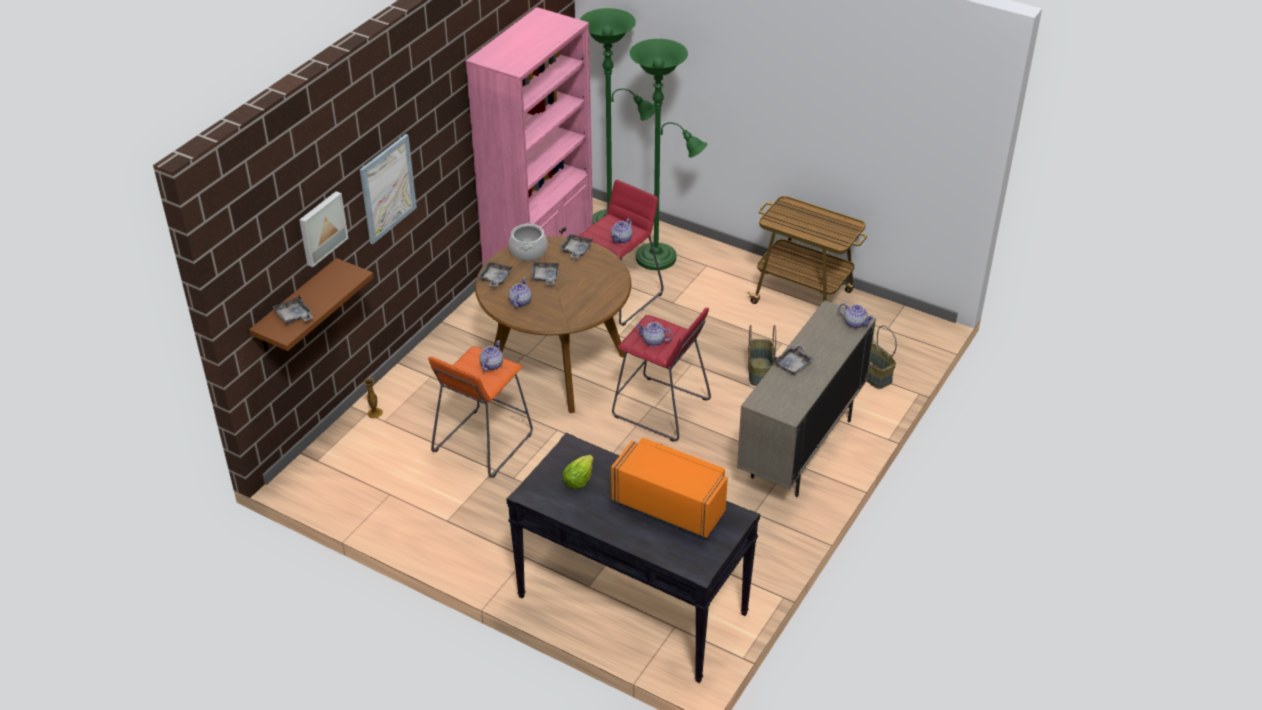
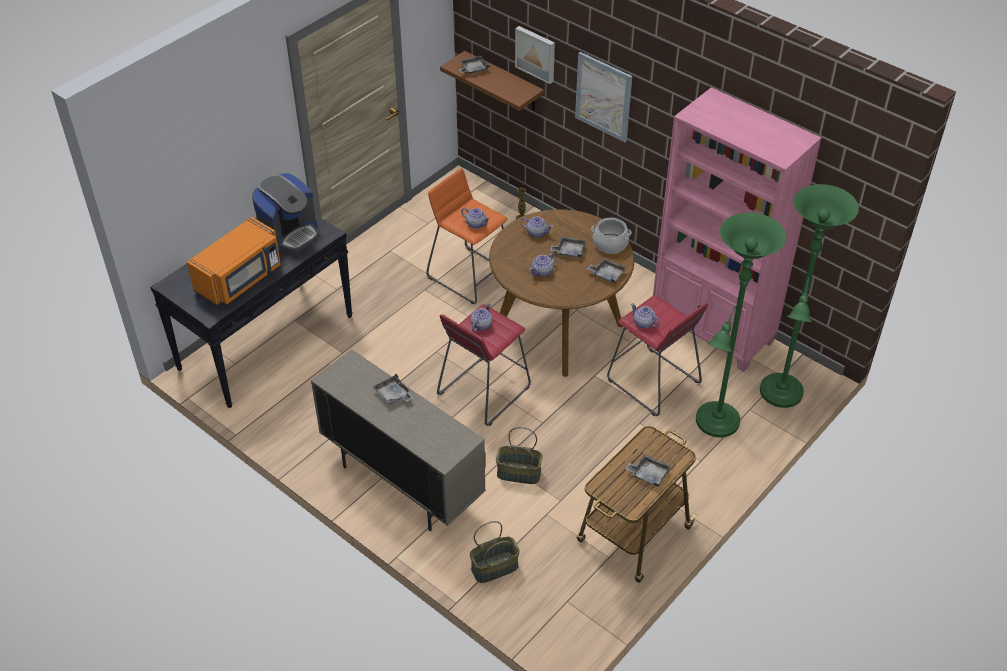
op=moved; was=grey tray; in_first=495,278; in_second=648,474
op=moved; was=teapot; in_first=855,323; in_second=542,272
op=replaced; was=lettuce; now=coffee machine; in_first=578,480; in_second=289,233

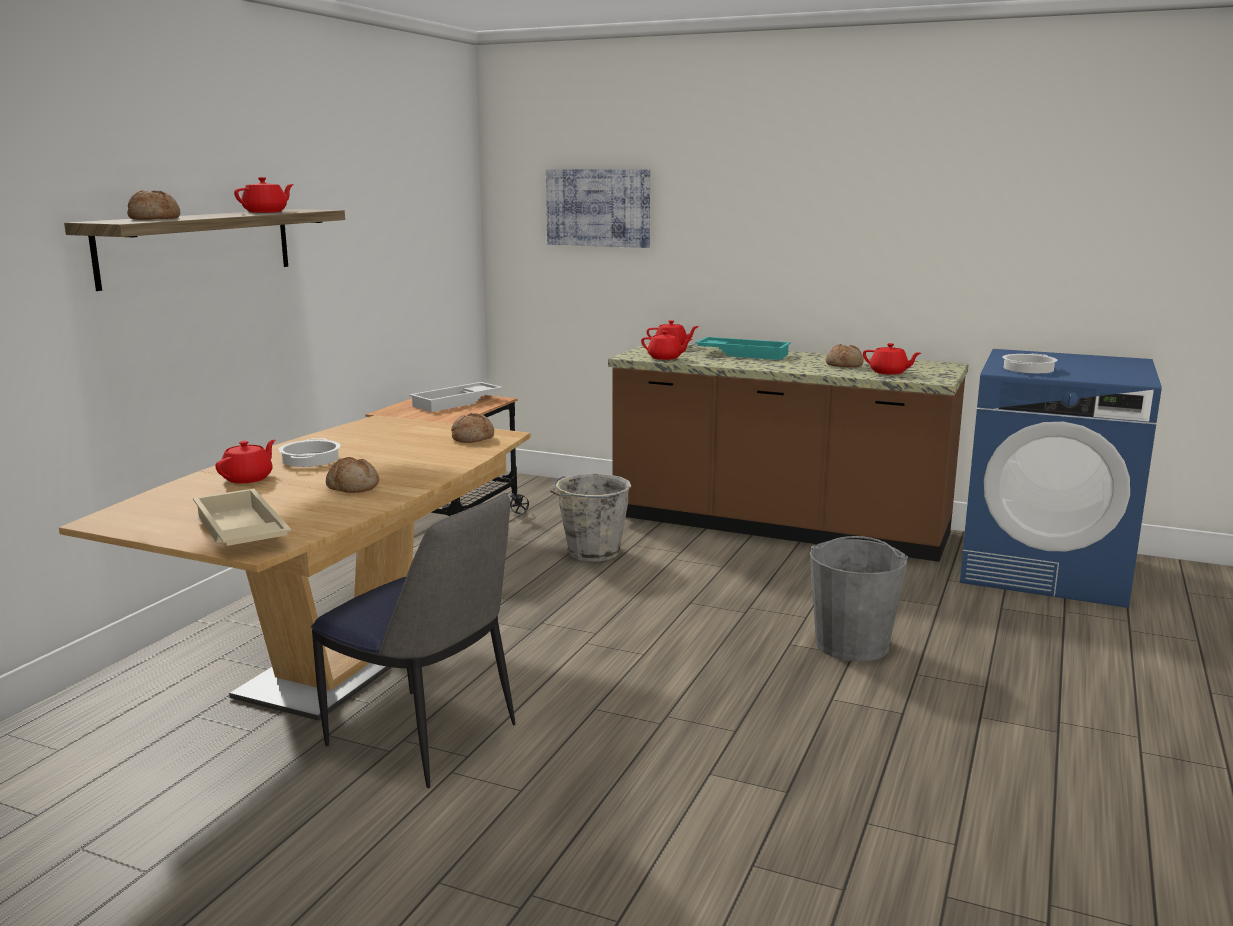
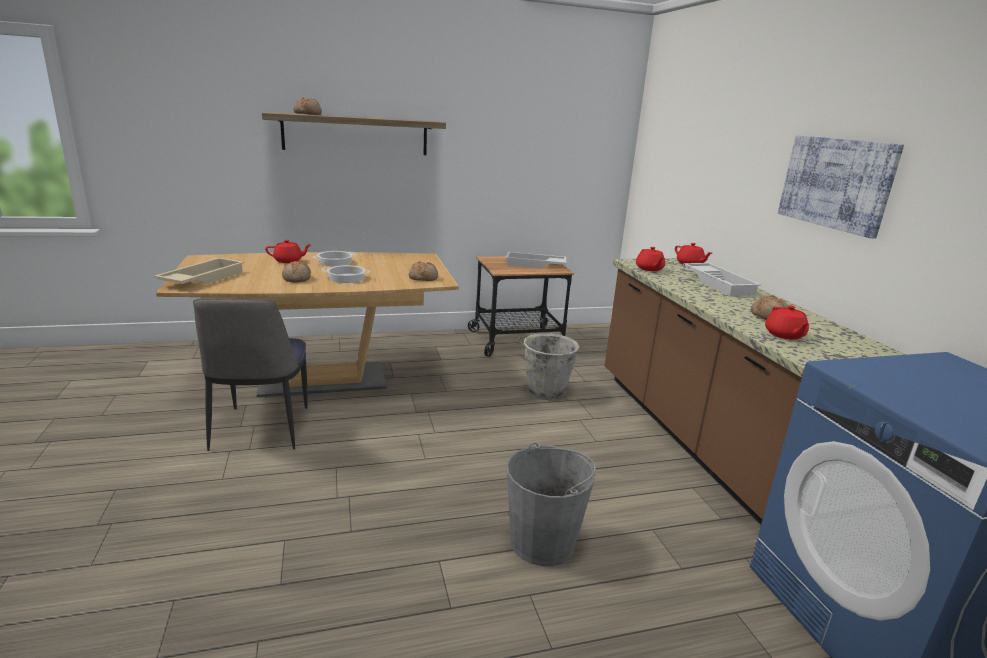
op=moved; was=picture; in_first=598,207; in_second=836,183
op=removed; was=red teapot; in_first=266,212
op=recoloured; was=turquoise tray; now=white tray; in_first=743,354; in_second=719,284
op=moved; was=cooking pot; in_first=1028,369; in_second=346,278

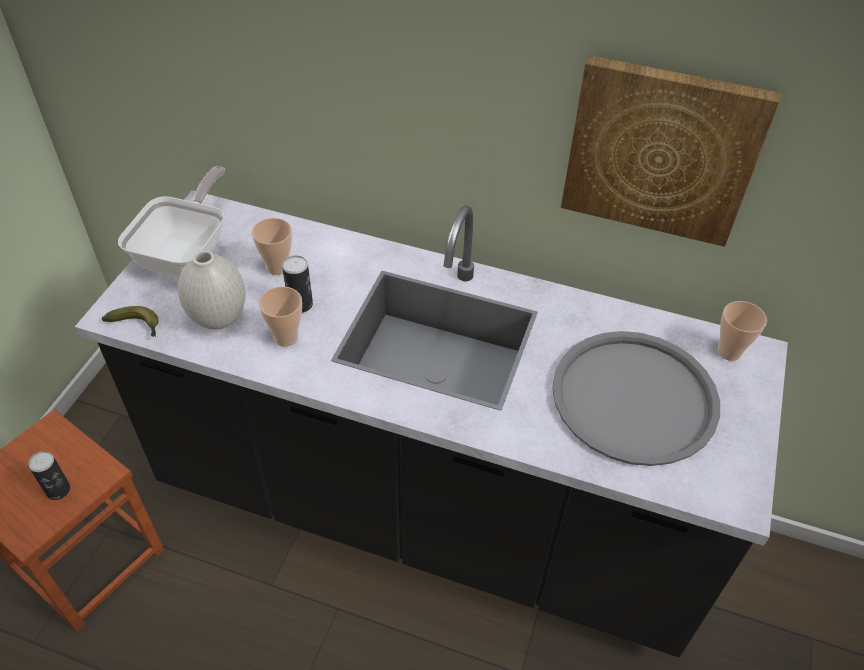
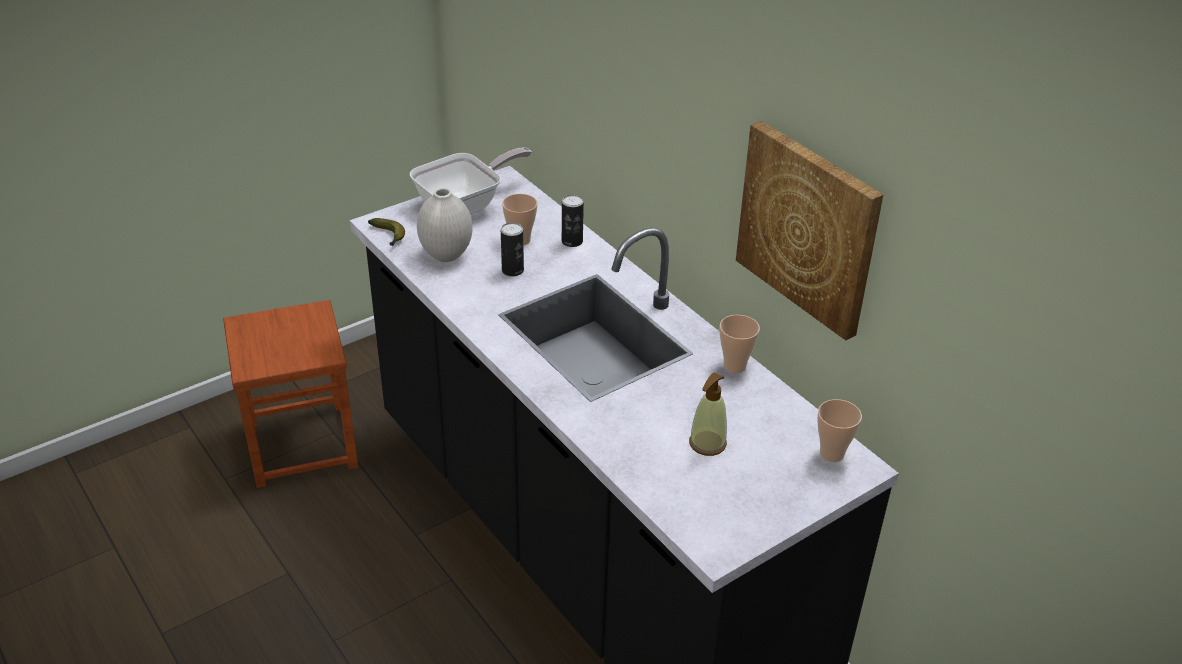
op=moved; was=cup; in_first=286,338; in_second=734,366
op=replaced; was=grey tray; now=soap dispenser; in_first=634,398; in_second=707,443
op=moved; was=can; in_first=58,490; in_second=572,241

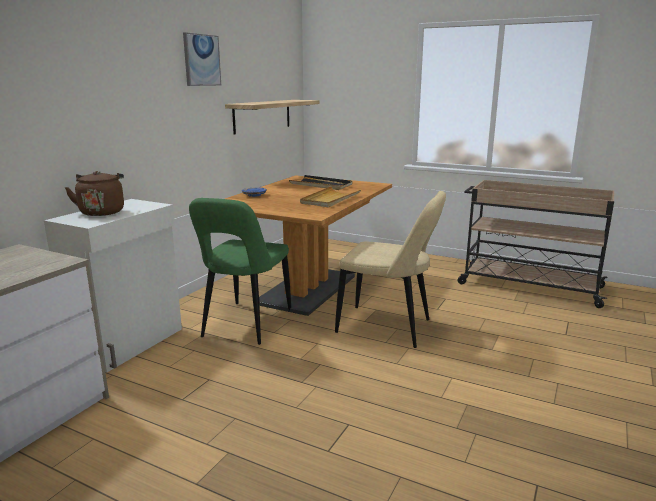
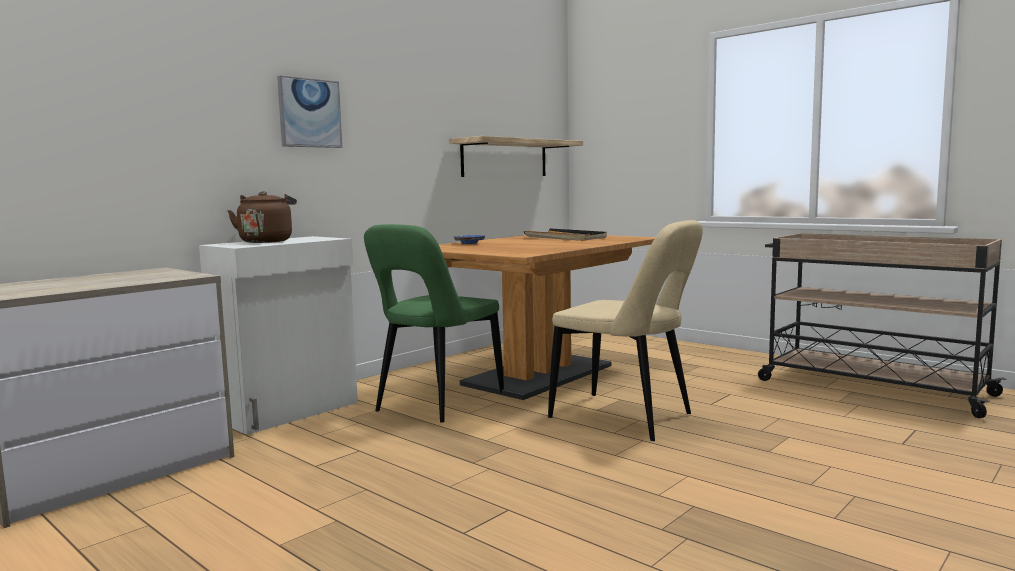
op=moved; was=picture; in_first=201,60; in_second=309,113
op=removed; was=beige tray; in_first=330,199

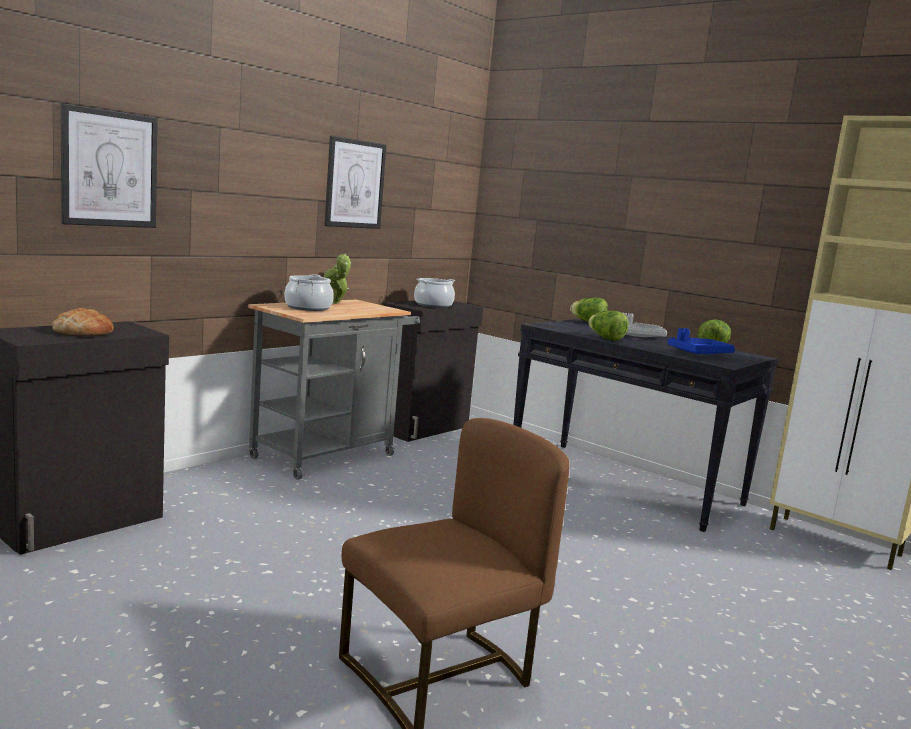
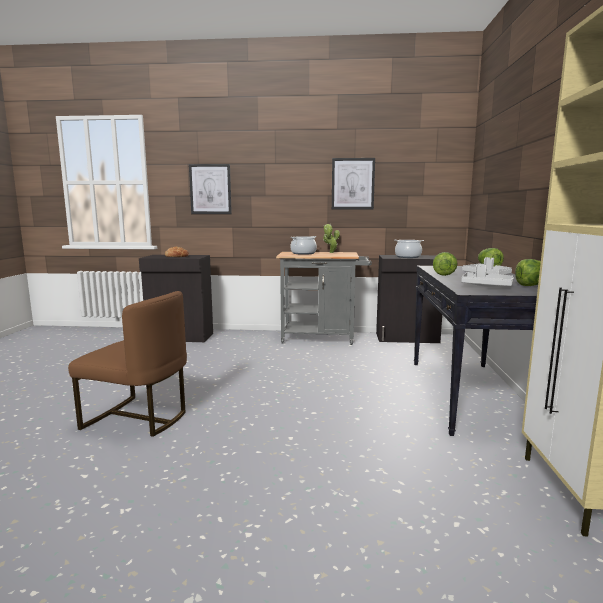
op=recoloured; was=blue tray; now=grey tray; in_first=699,353; in_second=486,286

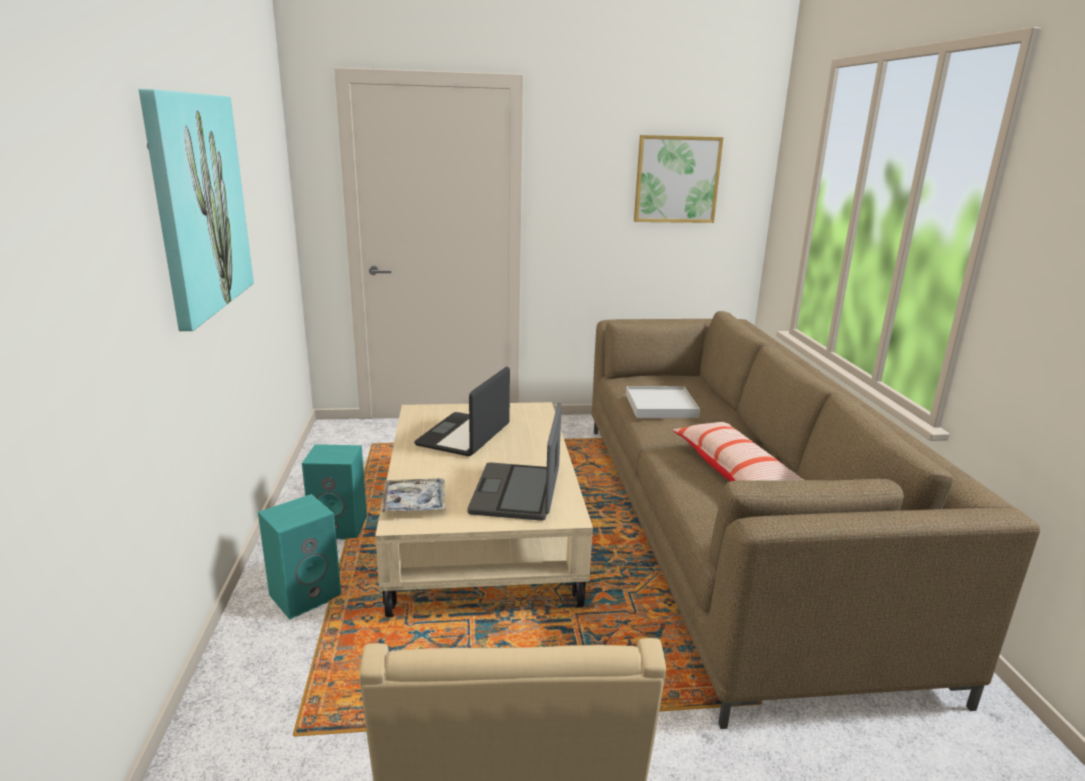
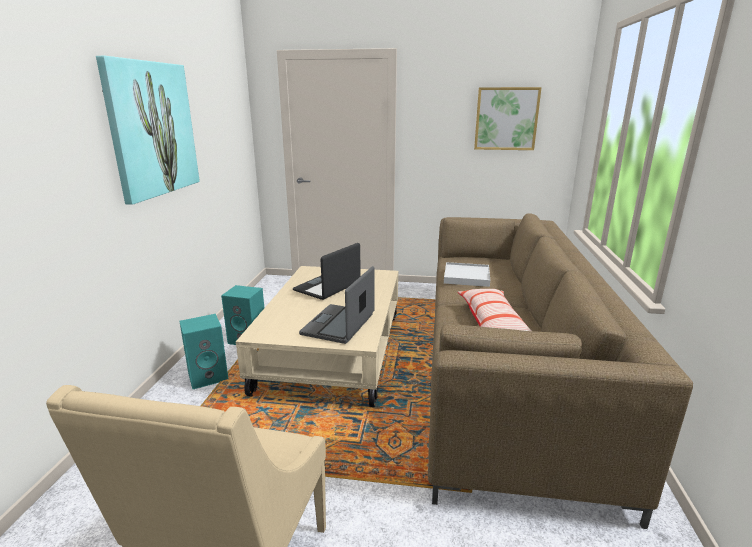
op=removed; was=tray; in_first=414,503

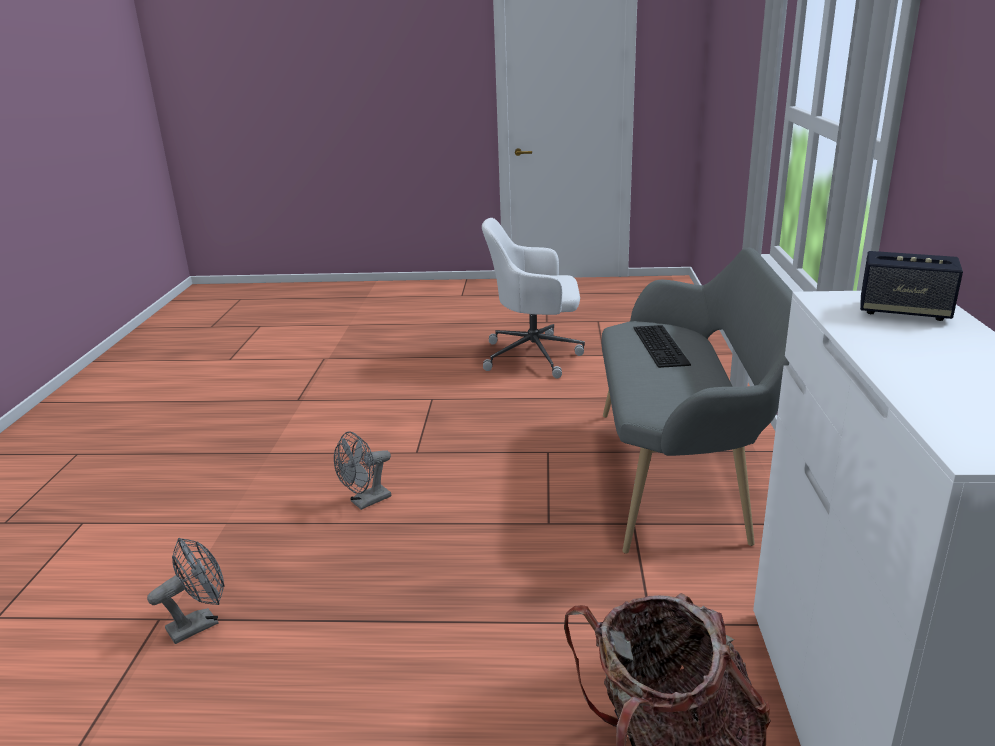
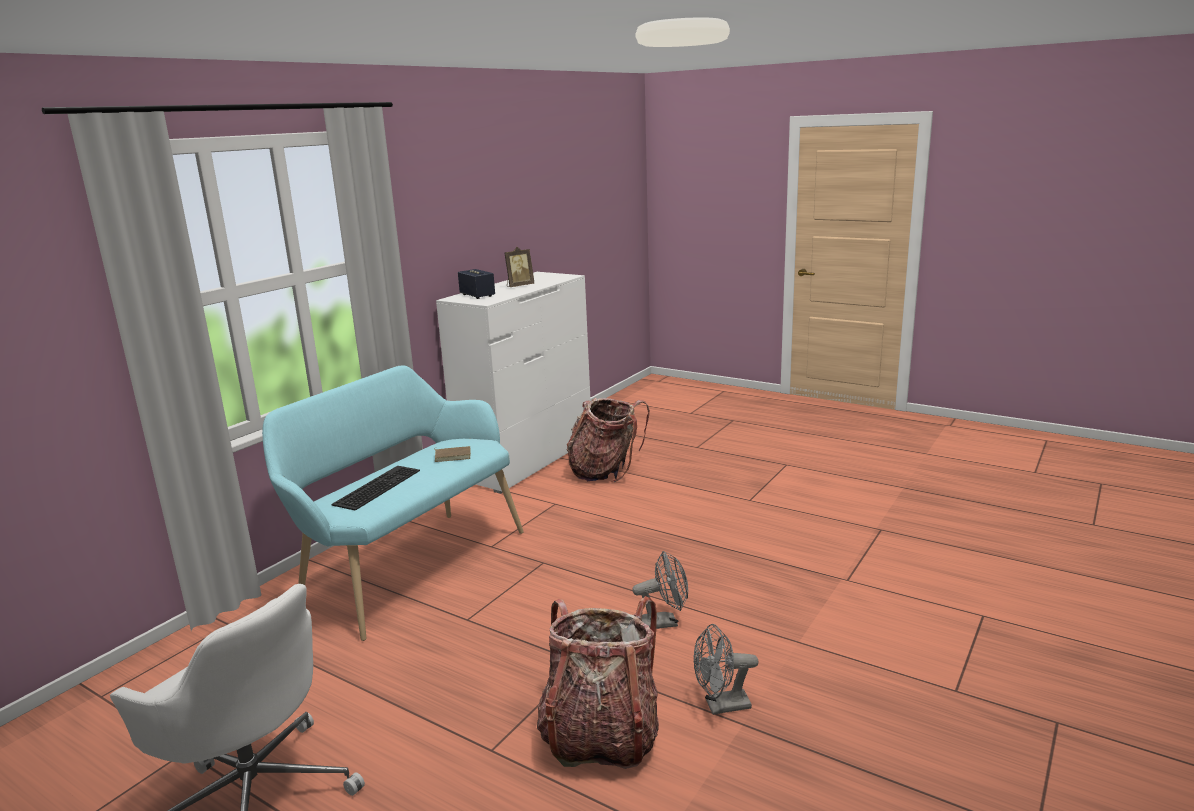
op=recoloured; was=grey bench; now=turquoise bench; in_first=680,475; in_second=407,566
op=moved; was=grey fan; in_first=200,623; in_second=721,706
op=added; now=picture frame; in_second=519,286
op=added; now=brown book; in_second=453,455
op=added; now=backpack; in_second=601,736

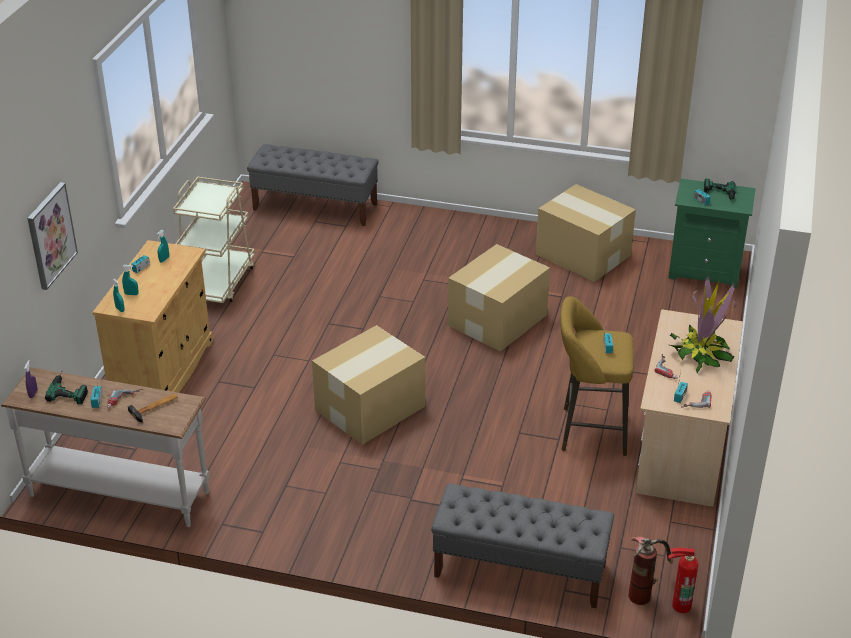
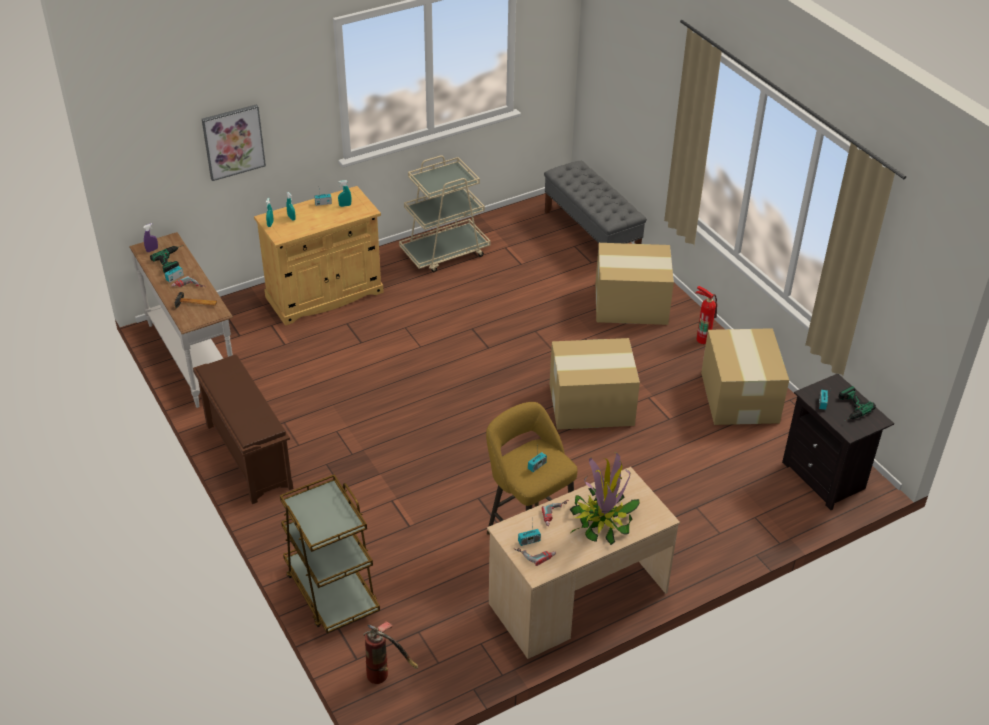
op=recoloured; was=green nightstand; now=black nightstand; in_first=705,270; in_second=826,477
op=moved; was=cardboard box; in_first=368,408; in_second=629,303
op=replaced; was=grey bench; now=brown cart; in_first=519,570; in_second=331,591
op=moved; was=fire extinguisher; in_first=679,604; in_second=703,338
op=added; now=brown shoe rack; in_second=247,455

